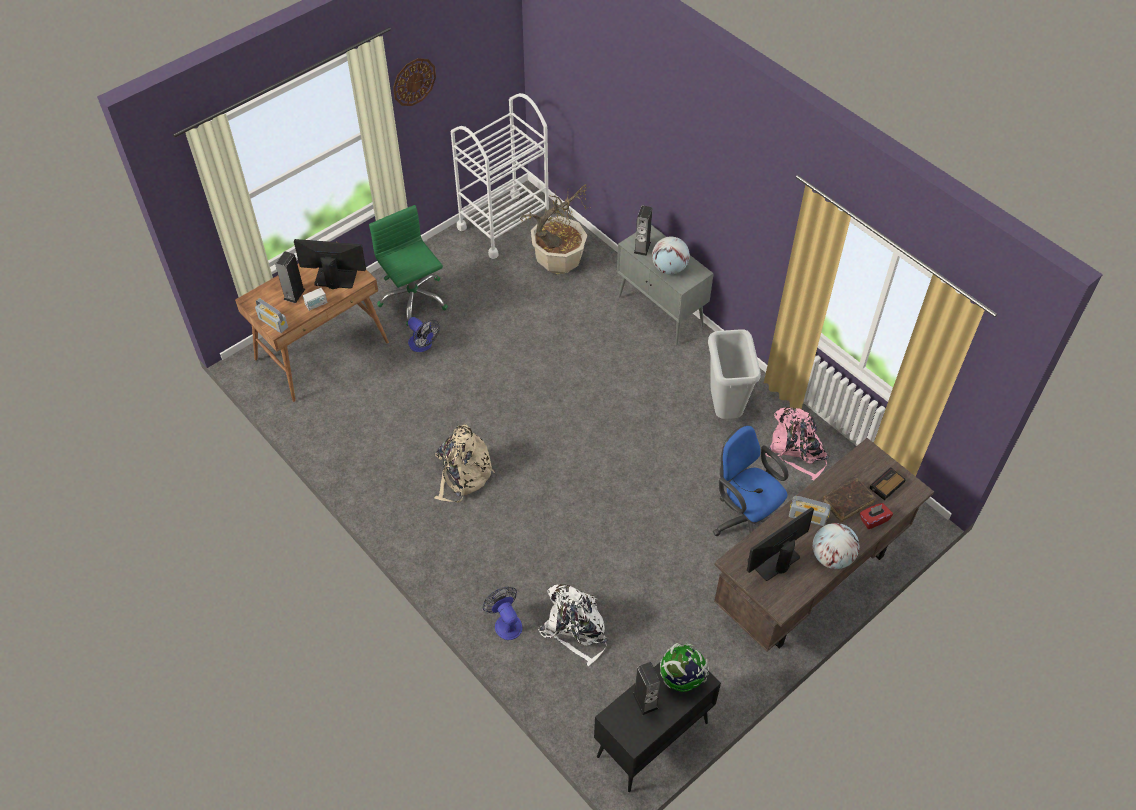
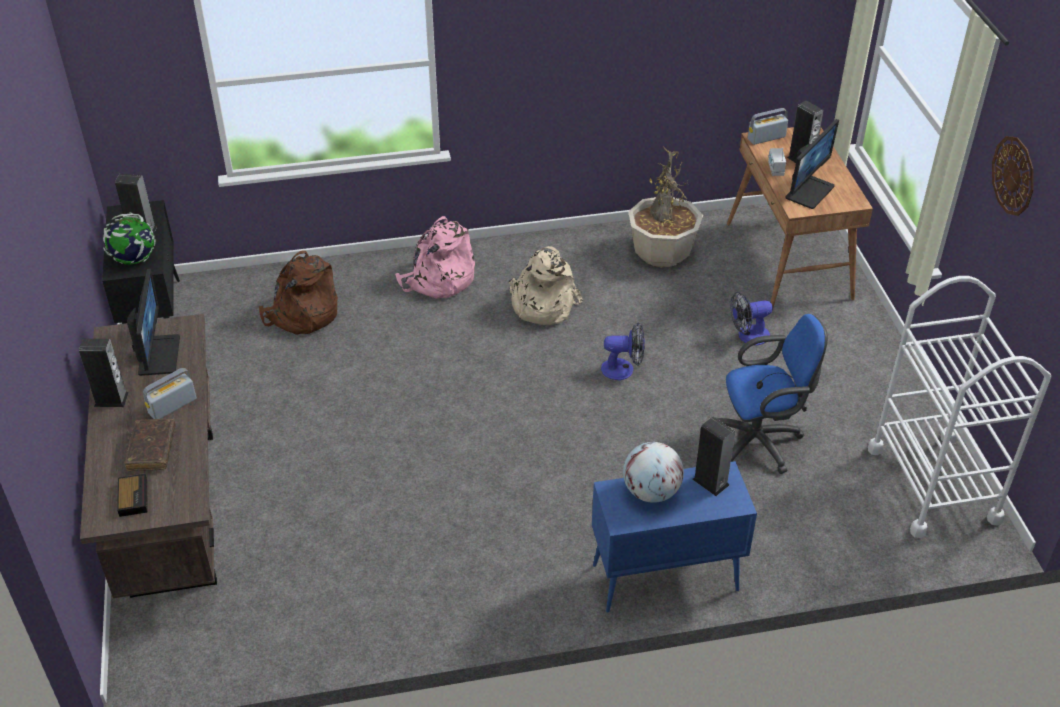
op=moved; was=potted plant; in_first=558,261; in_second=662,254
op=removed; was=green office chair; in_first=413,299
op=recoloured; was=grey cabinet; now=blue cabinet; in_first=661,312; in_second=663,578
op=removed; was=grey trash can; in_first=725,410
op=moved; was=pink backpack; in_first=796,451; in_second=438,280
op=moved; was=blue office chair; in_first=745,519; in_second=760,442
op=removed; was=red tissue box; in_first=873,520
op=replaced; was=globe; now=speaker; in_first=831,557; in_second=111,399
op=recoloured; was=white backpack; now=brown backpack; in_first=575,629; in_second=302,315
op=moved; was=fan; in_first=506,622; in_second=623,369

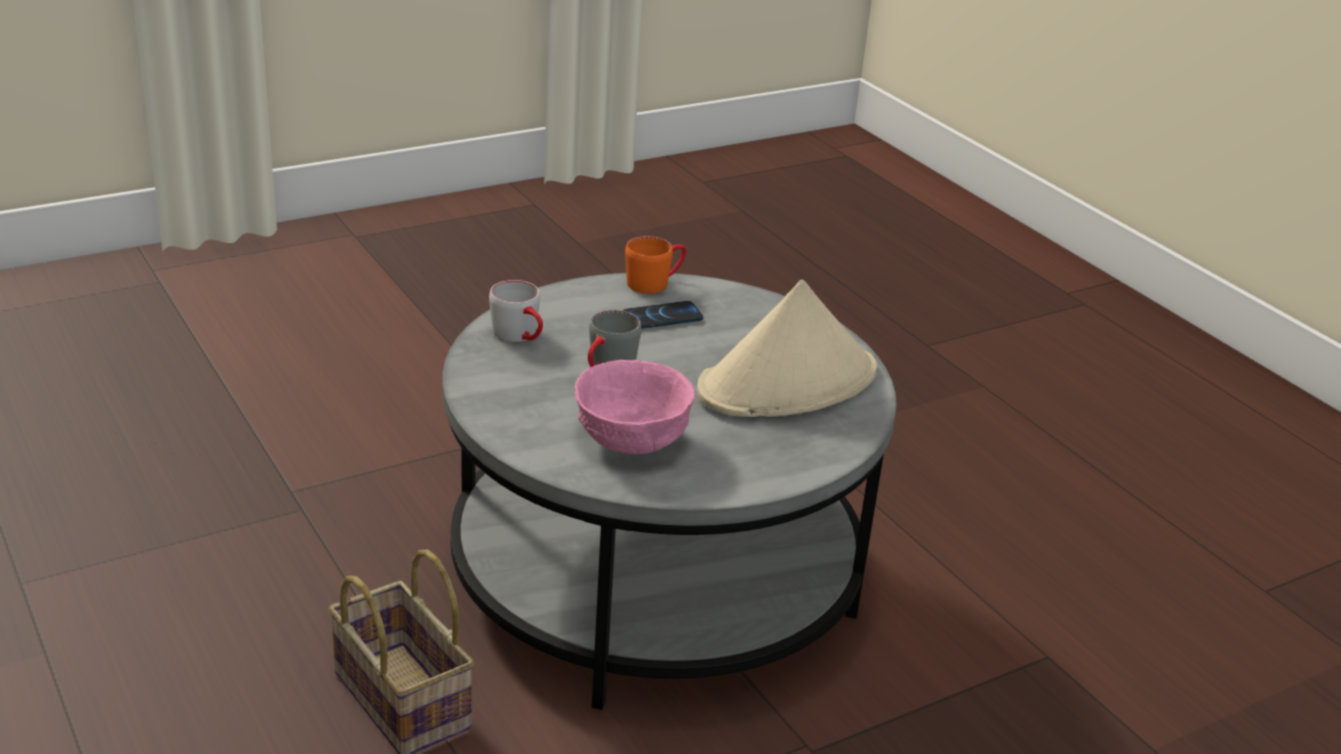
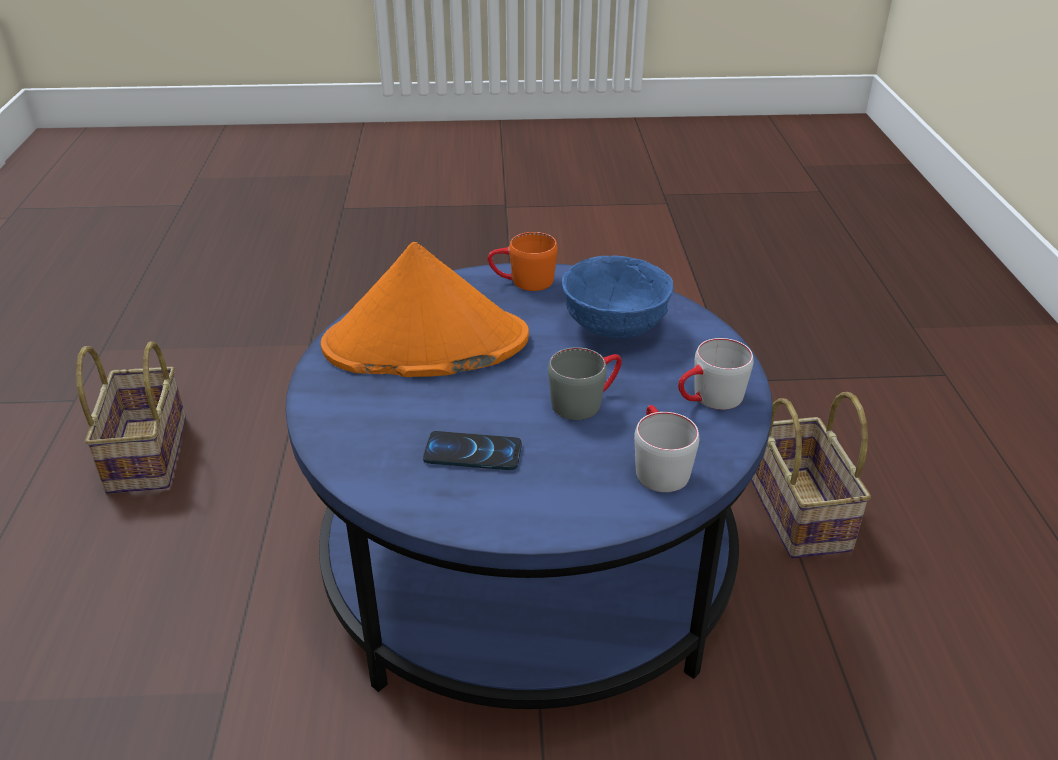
op=moved; was=orange mug; in_first=655,282; in_second=522,282
op=recoloured; was=grey coffee table; now=blue coffee table; in_first=656,572; in_second=528,562
op=recoloured; was=beige hat; now=orange hat; in_first=788,383; in_second=425,344
op=recoloured; was=pink bowl; now=blue bowl; in_first=633,438; in_second=613,326
op=added; now=grey mug; in_second=709,399
op=added; now=basket; in_second=145,453

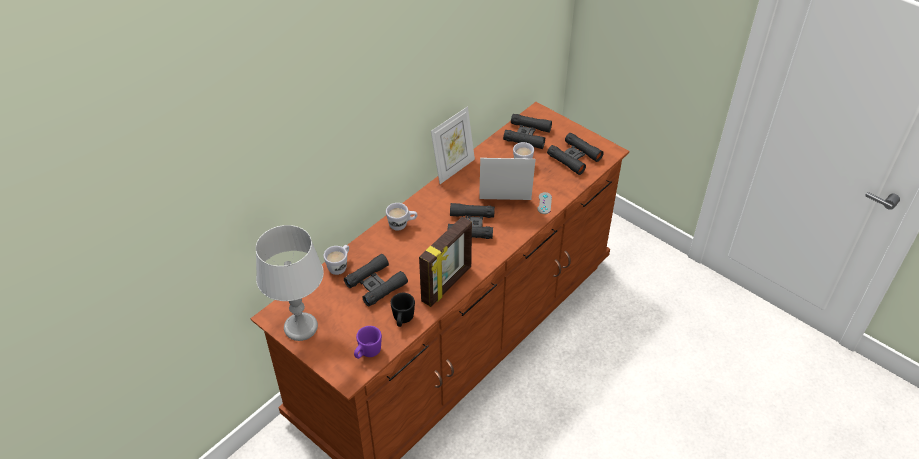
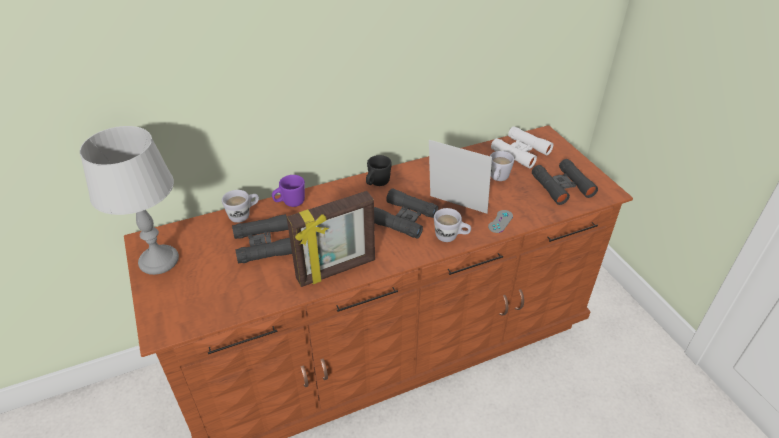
op=removed; was=picture frame; in_first=453,169
op=recoloured; was=black binoculars; now=white binoculars; in_first=527,135; in_second=520,152
op=moved; was=white mug; in_first=402,225; in_second=451,237
op=moved; was=black mug; in_first=402,320; in_second=377,183
op=moved; was=purple mug; in_first=367,353; in_second=290,203

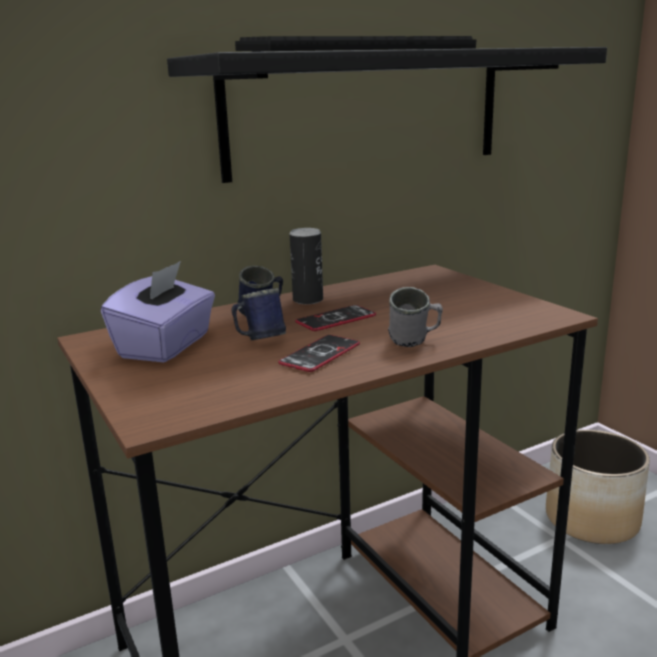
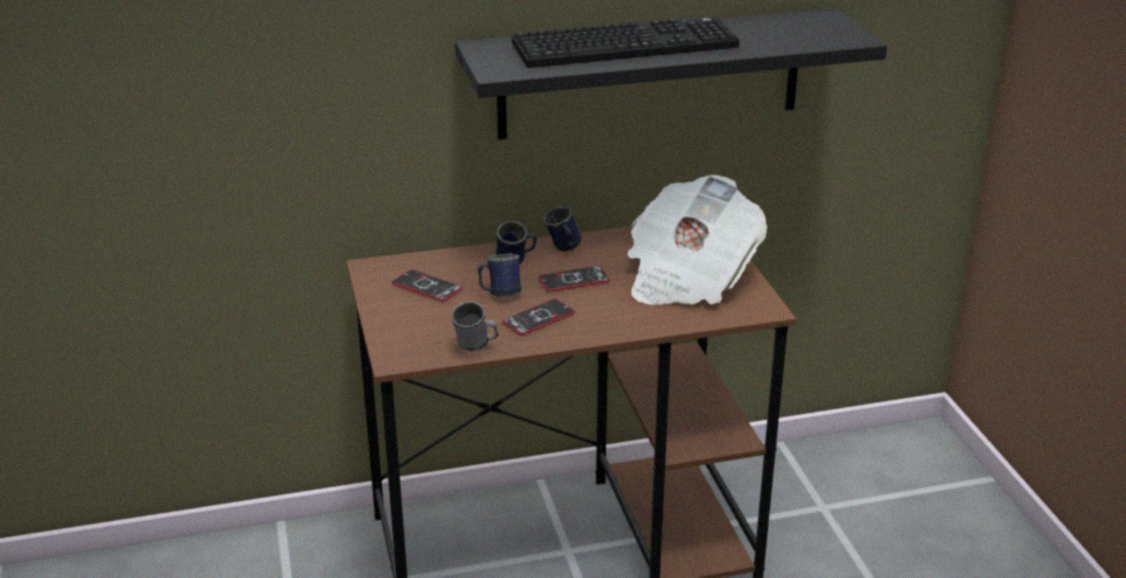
op=replaced; was=can; now=blue mug; in_first=308,300; in_second=564,250
op=replaced; was=purple tissue box; now=phone; in_first=167,346; in_second=427,287
op=moved; was=grey mug; in_first=415,343; in_second=476,348
op=removed; was=planter; in_first=592,520
op=added; now=newspaper; in_second=688,277

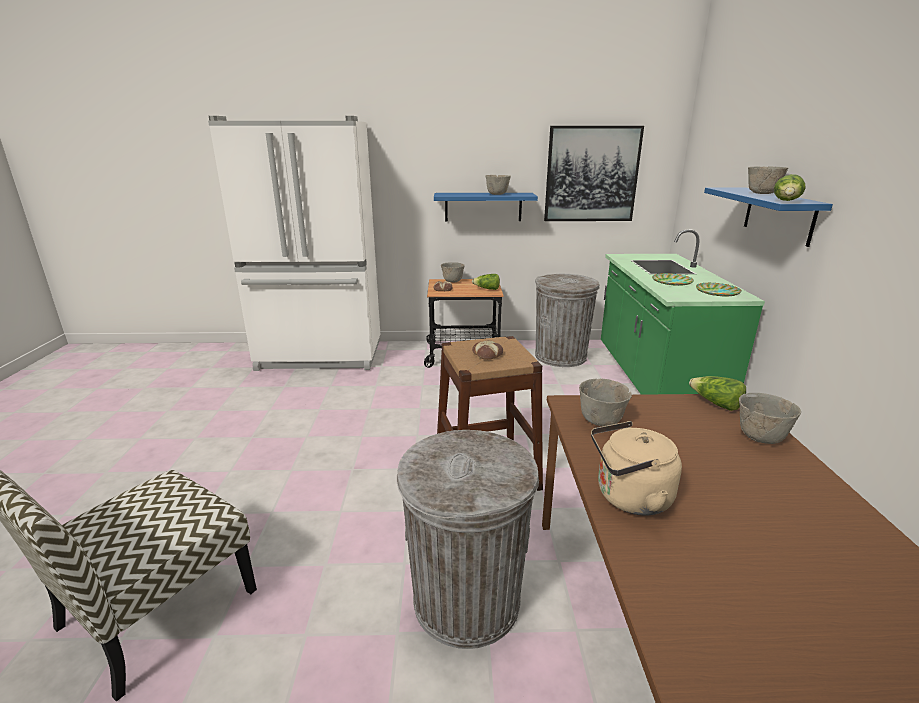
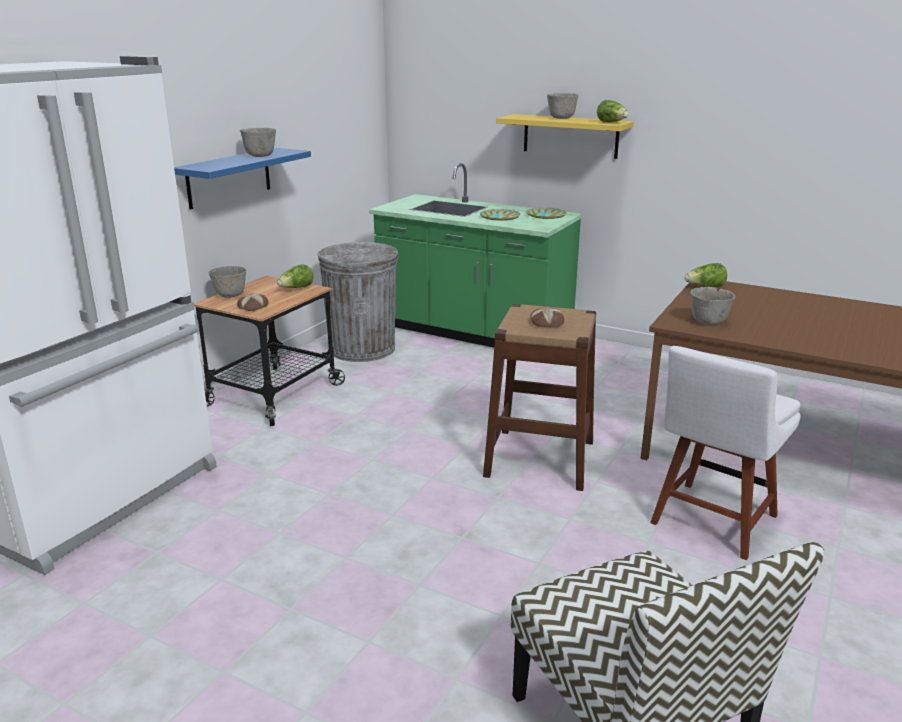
op=removed; was=picture; in_first=591,174
op=recoloured; was=blue shelf; now=yellow shelf; in_first=778,215; in_second=570,136
op=removed; was=grey bowl; in_first=759,437
op=removed; was=beige kettle; in_first=629,498
op=replaced; was=grey trash can; now=white chair; in_first=466,599; in_second=711,522

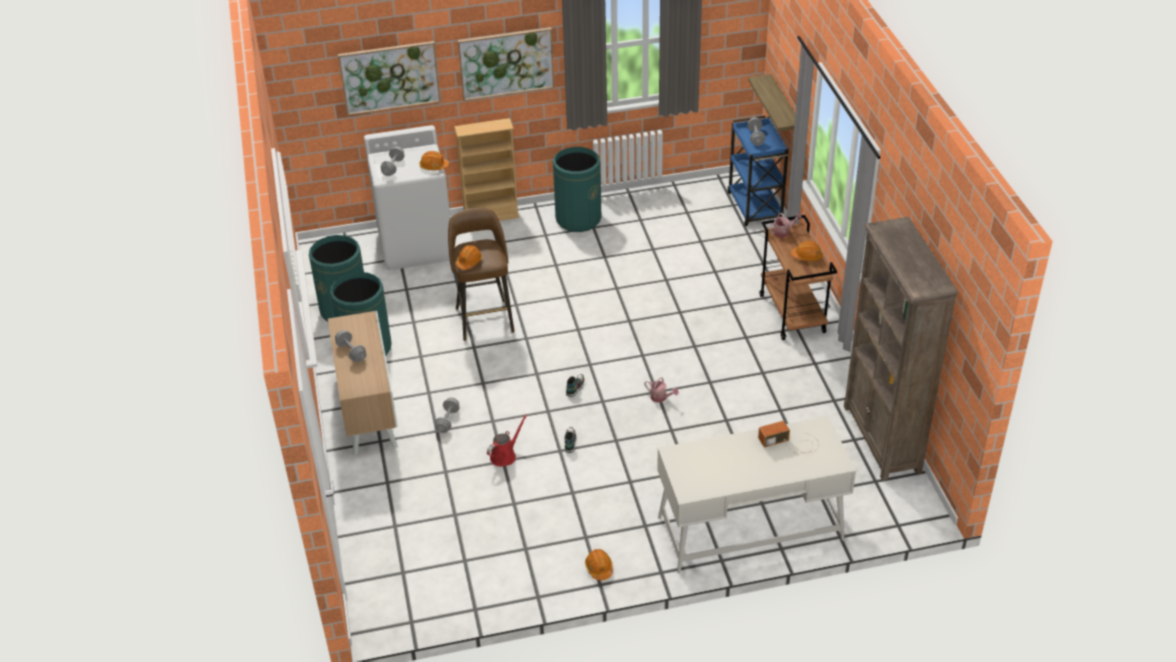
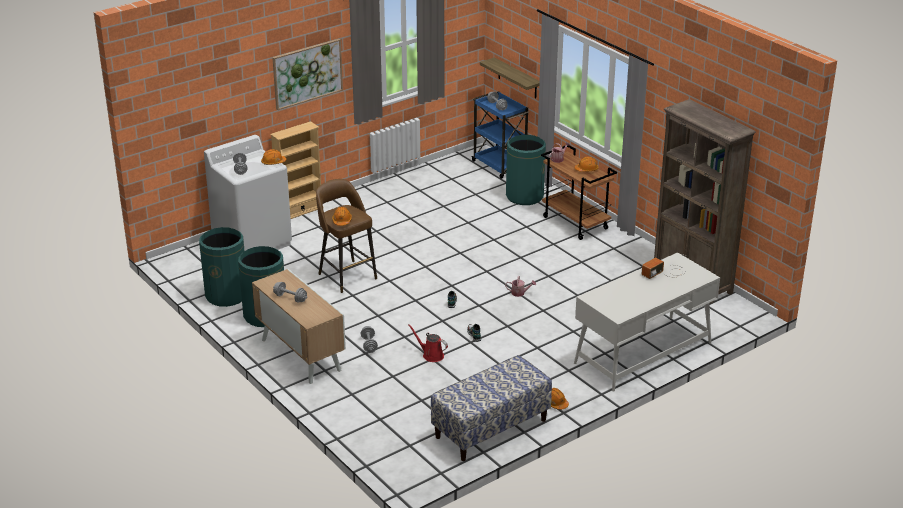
op=removed; was=picture; in_first=390,77
op=moved; was=green trash can; in_first=578,219; in_second=524,196
op=turned; was=red watering can; in_first=505,455; in_second=431,355; clockwise=-75
op=added; now=bench; in_second=491,429

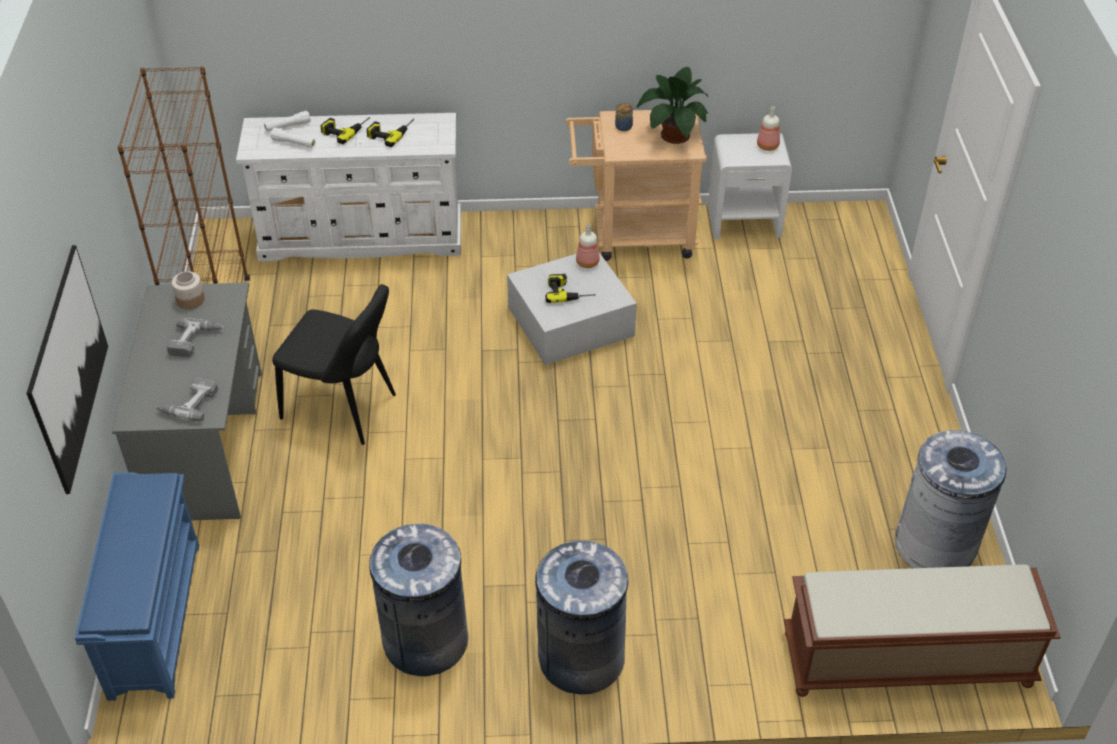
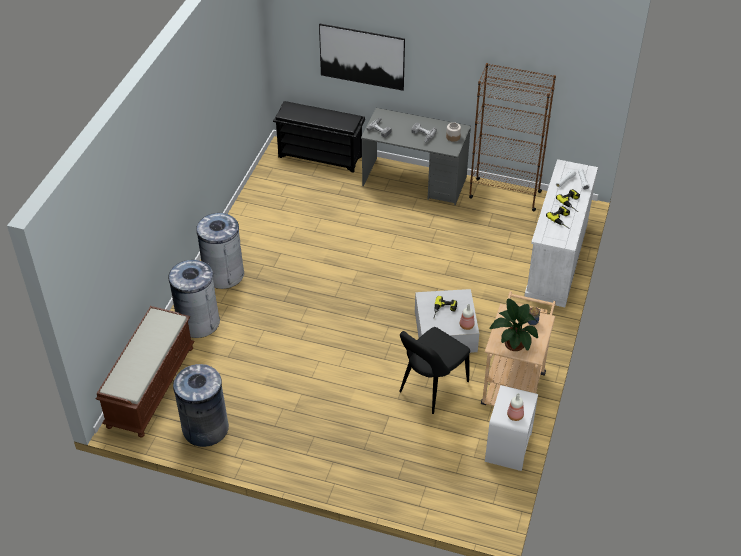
op=moved; was=black chair; in_first=344,408; in_second=431,388
op=recoloured; was=blue shoe rack; now=black shoe rack; in_first=154,617; in_second=321,156
op=moved; was=grey trash can; in_first=425,641; in_second=198,322

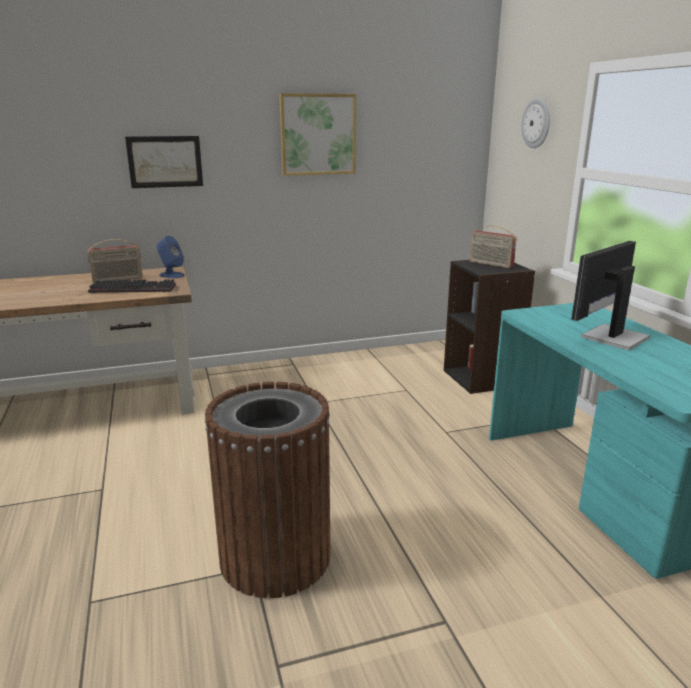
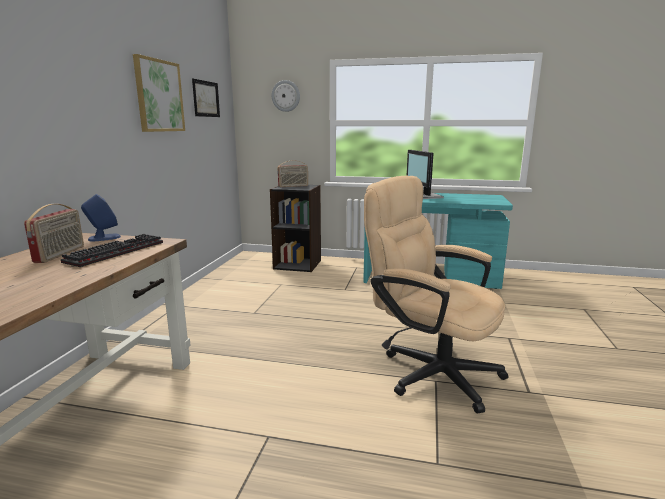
op=moved; was=picture; in_first=165,161; in_second=206,99
op=replaced; was=brown trash can; now=beige office chair; in_first=275,556; in_second=430,370

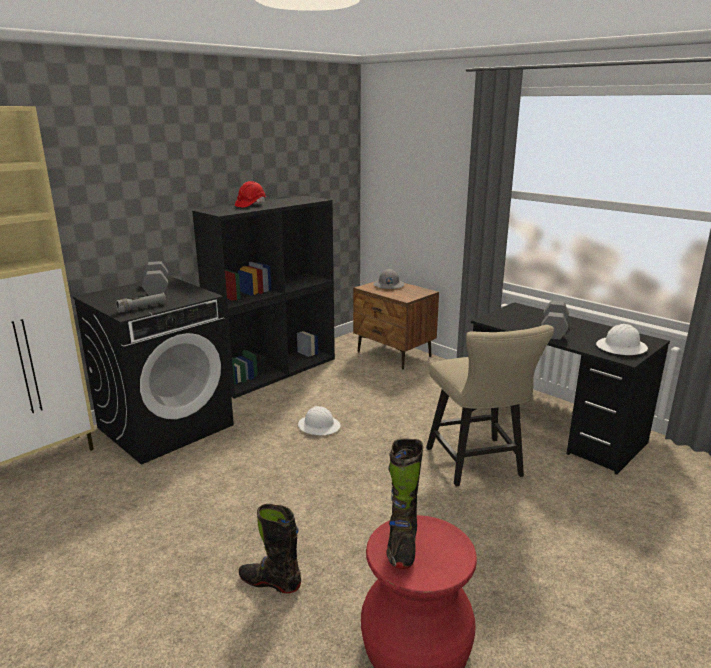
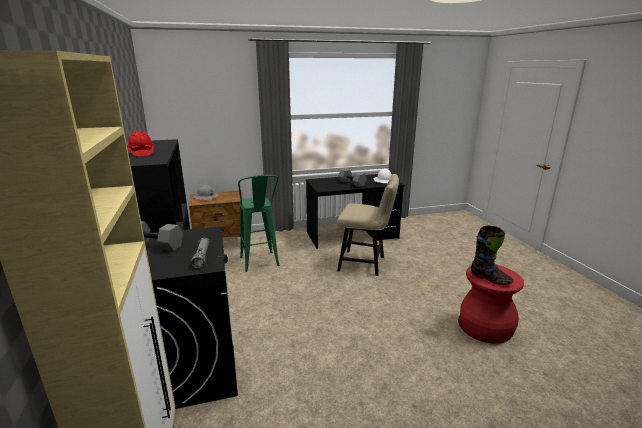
op=removed; was=white hard hat; in_first=319,426
op=removed; was=black boot; in_first=270,582
op=added; now=green stool; in_second=260,265

